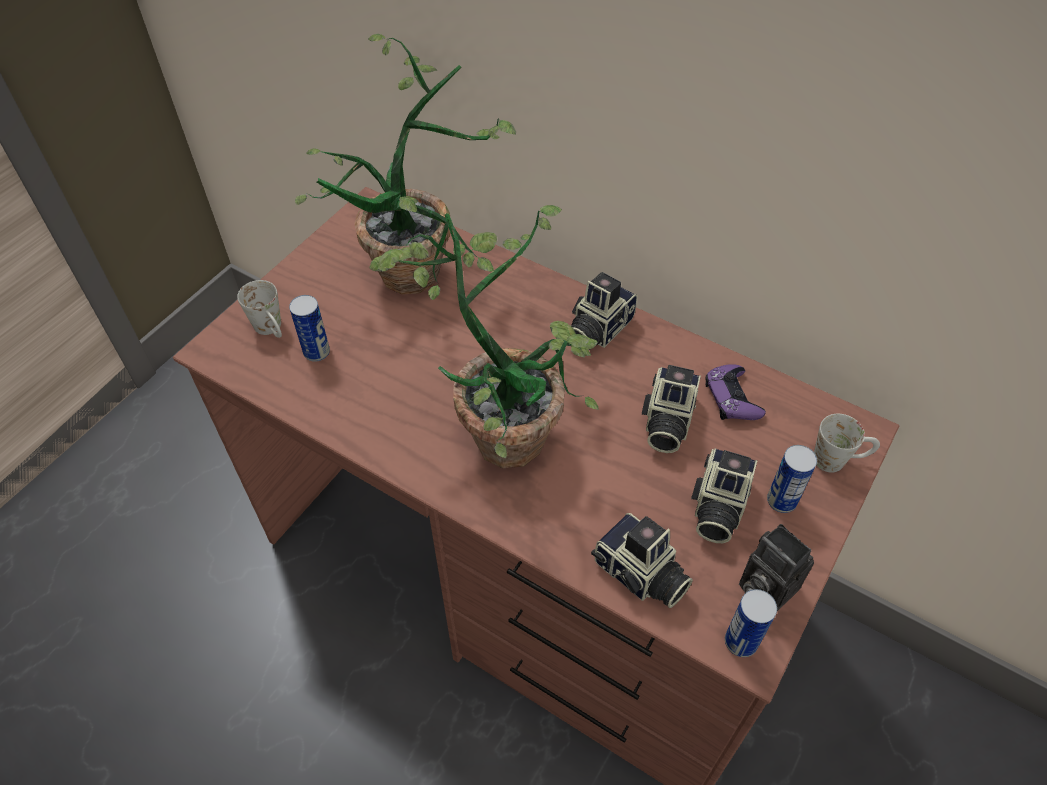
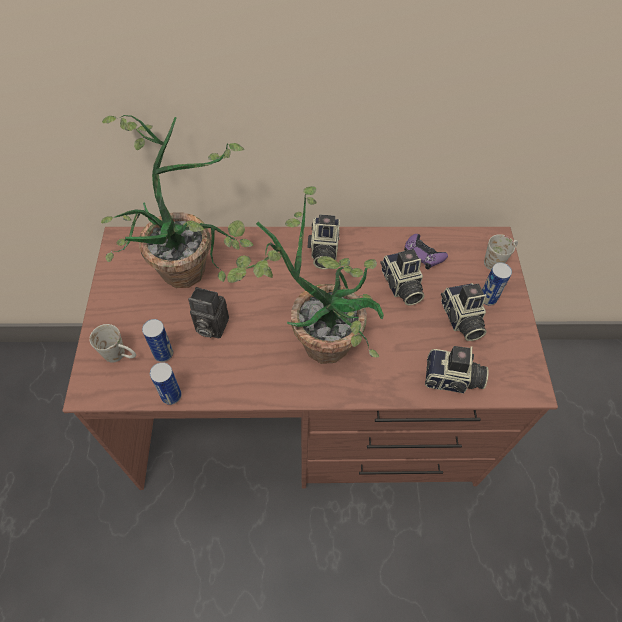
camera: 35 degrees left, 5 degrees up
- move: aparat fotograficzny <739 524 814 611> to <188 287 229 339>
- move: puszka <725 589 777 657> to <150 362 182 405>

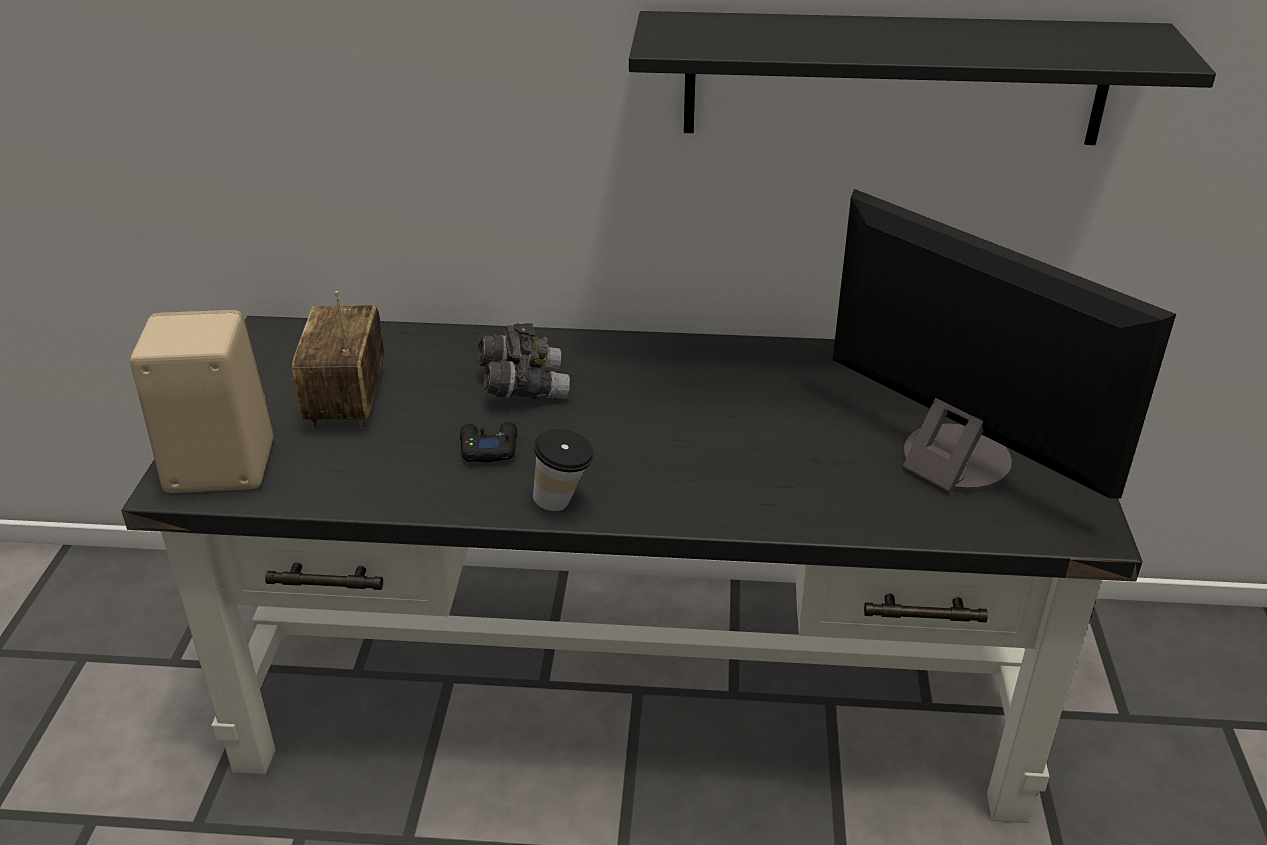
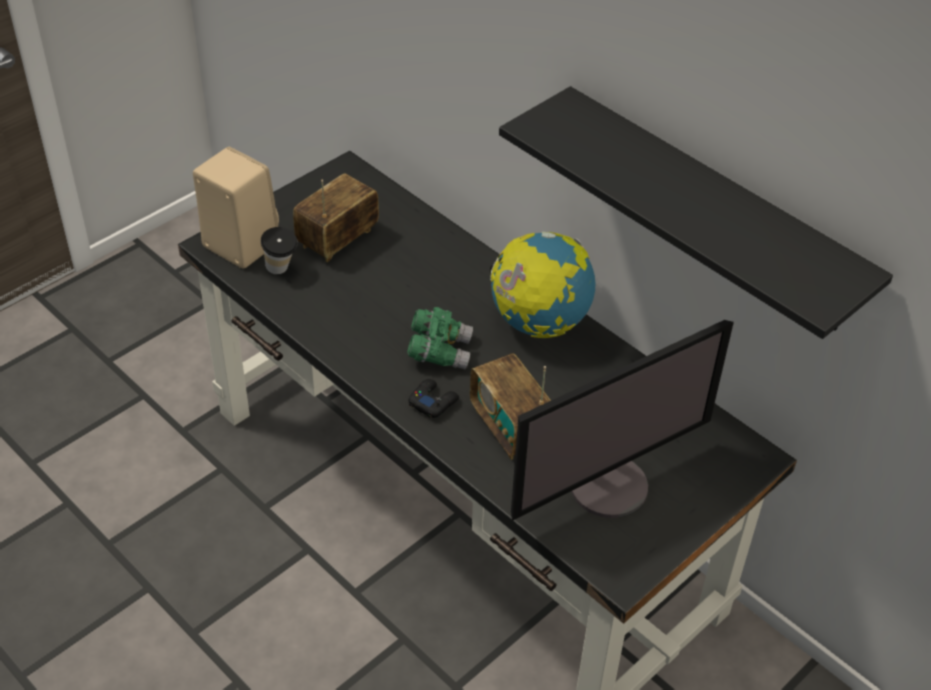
camera: 40 degrees right, 10 degrees up
- rotate: monitor <833 189 1176 499> = <511 320 734 521> 60 degrees clockwise
- delete: lornetka (szary) <477 323 570 399>
- move: pad do gier (czarny) <460 422 517 463> to <409 379 459 418>
- move: filiżanka <533 429 594 511> to <261 227 298 274>
- insert: globus <490 232 595 338>
- insert: lornetka (zielony) <407 307 473 370>
- insert: radio <470 353 551 460>

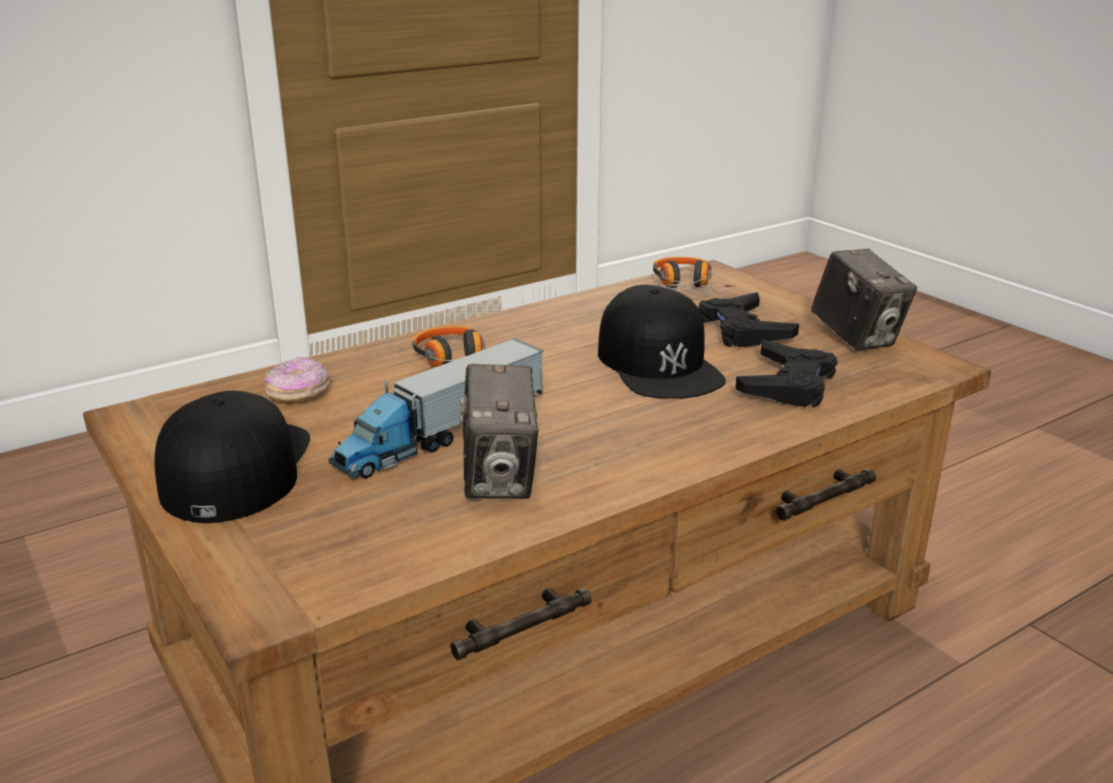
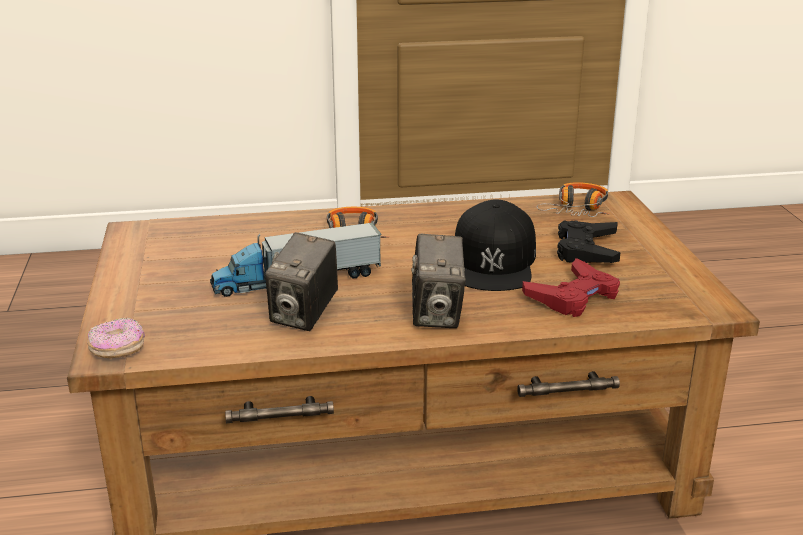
camera: 25 degrees right, 0 degrees up
- move: aparat fotograficzny <811 249 917 350> to <412 234 466 328>
- recolor: pad do gier (czarny) <735 339 838 407> to pad do gier (czerwony) <522 258 620 317>
- move: donut <264 357 329 402> to <87 317 145 358>
- delete: czapka z daszkiem (czarny) <154 391 310 523>

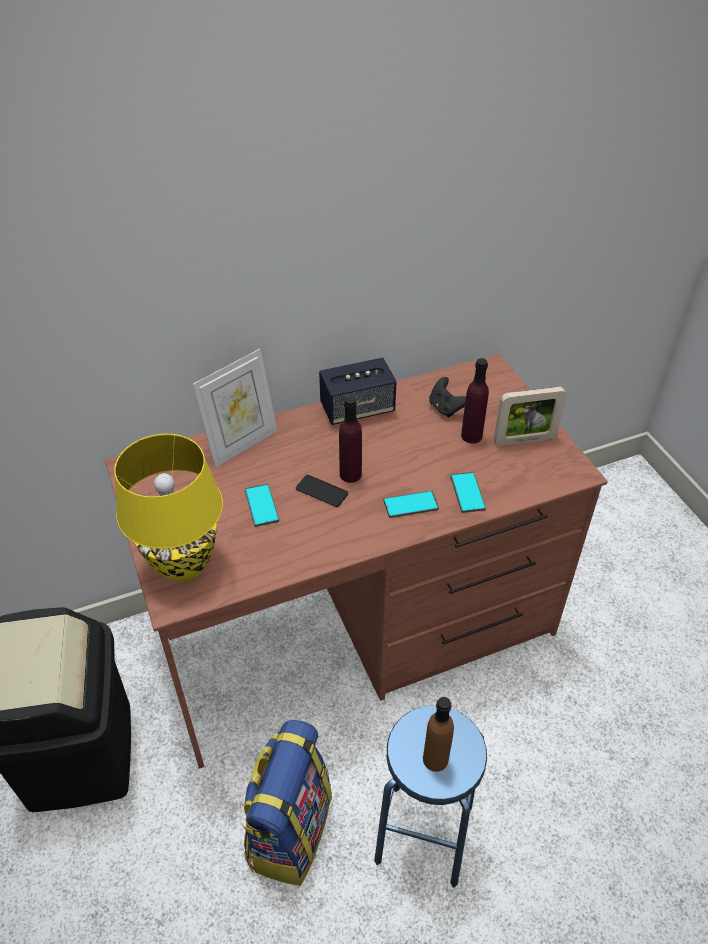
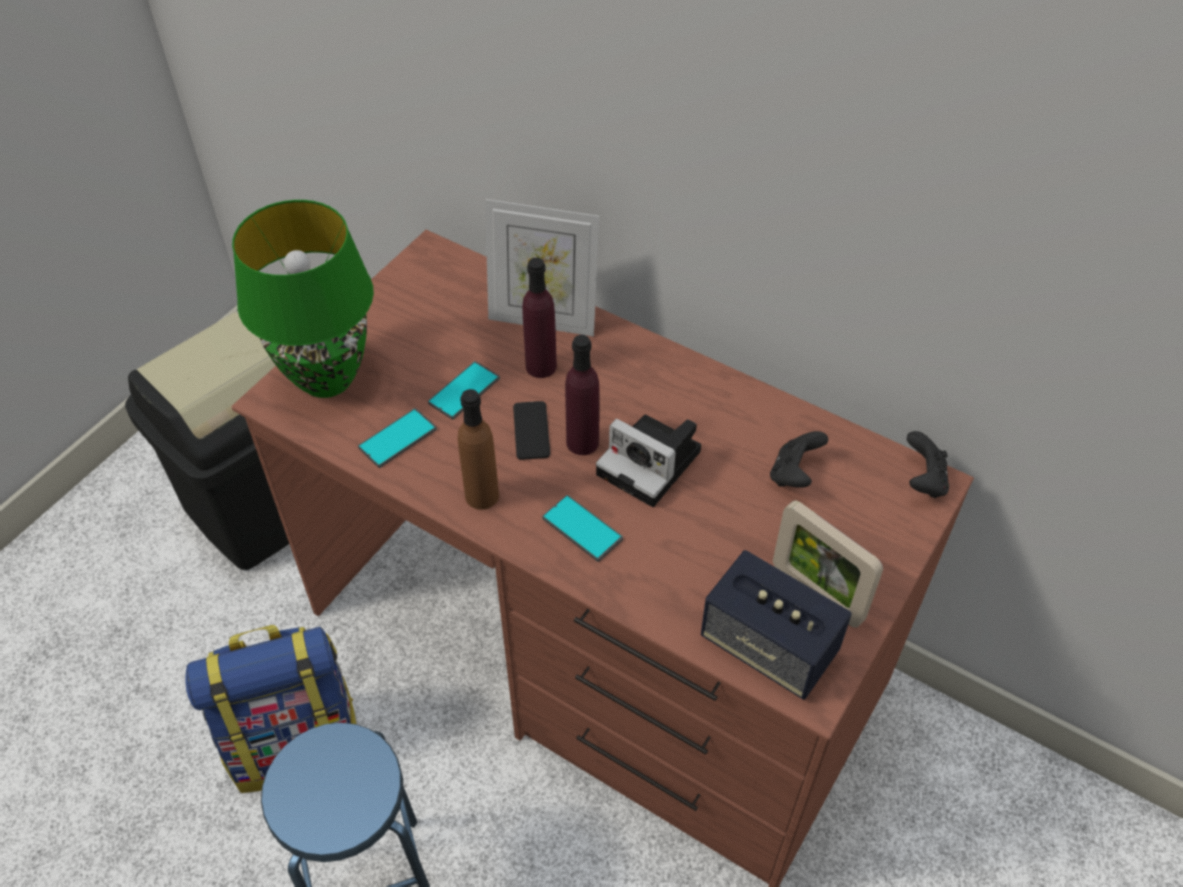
camera: 55 degrees right, 5 degrees up
- move: głośnik <319 358 397 425> to <701 550 852 700>
- move: butelka (fioletowy) <461 358 489 444> to <522 258 557 378>
- recolor: lampa stołowa (żółty) <114 434 223 582> to lampa stołowa (zielony) <232 200 374 398>
- move: telefon <450 472 486 513> to <358 408 437 468>
- move: butelka (brązowy) <423 697 454 772> to <458 389 499 510>
- insert: aparat fotograficzny <596 415 701 507>
- insert: pad do gier (czarny) <907 431 949 498>

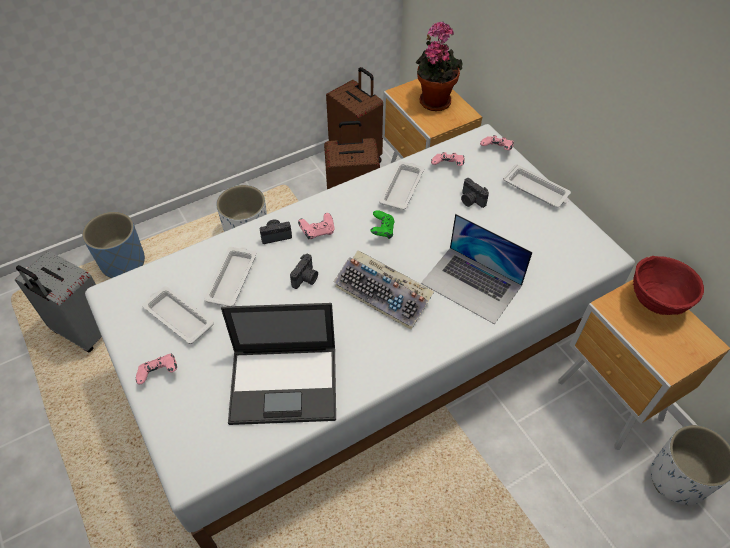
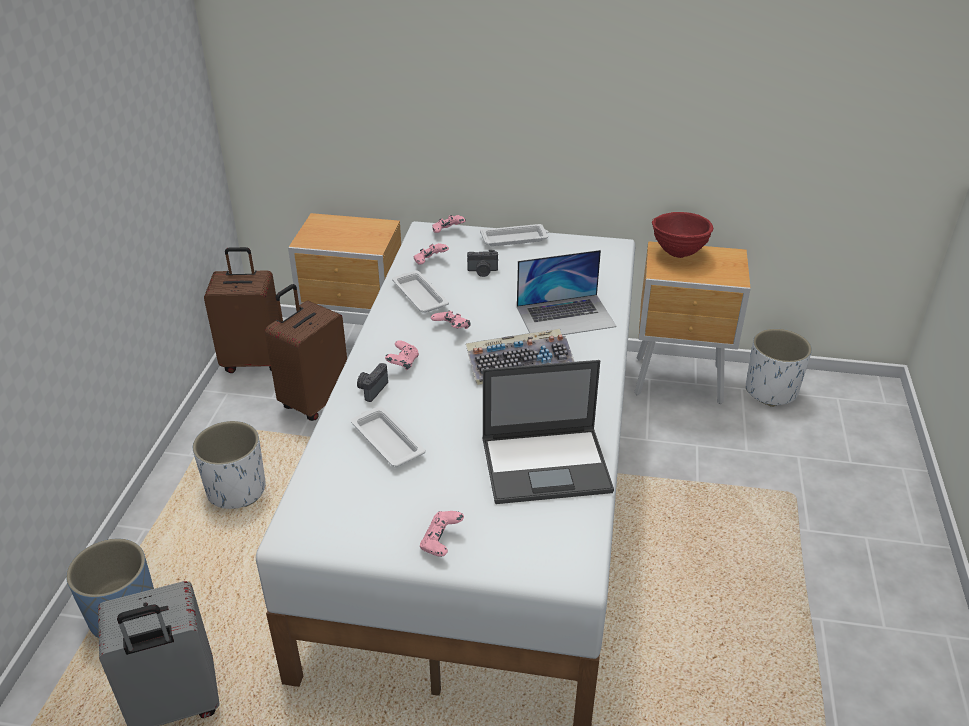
camera: 50 degrees left, 15 degrees down
- delete: roślina doniczkowa <416 22 463 111>
- recolor: pad do gier (zielony) <371 210 395 239> to pad do gier (różowy) <431 310 471 329>
- delete: aparat fotograficzny <290 254 318 289>
- delete: taca (biały) <142 286 214 344>
- rotate: laptop <221 303 336 425> = <483 360 614 504> 45 degrees clockwise

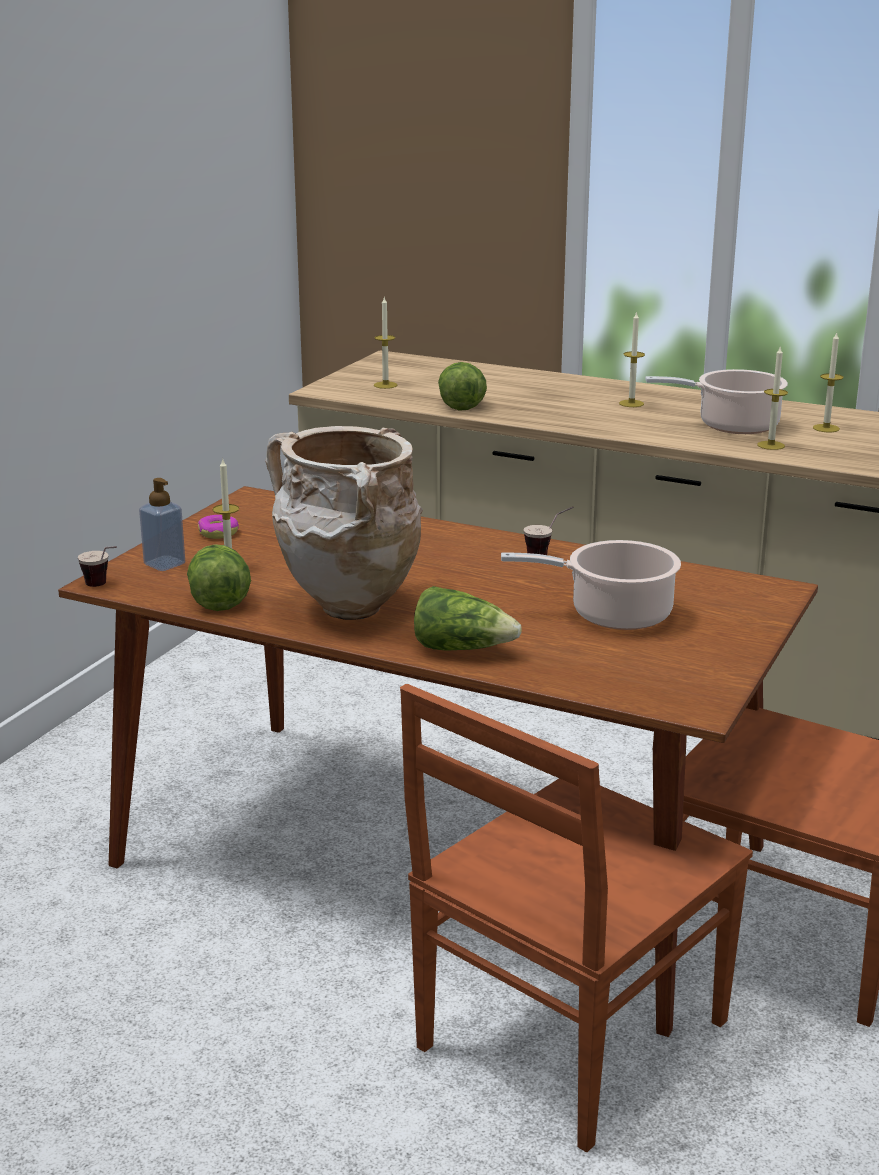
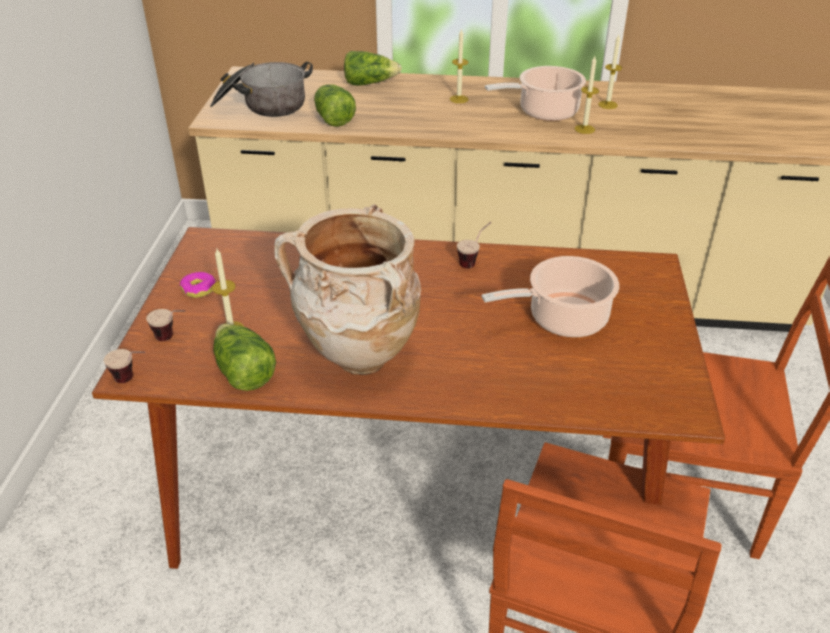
camera: 20 degrees left, 15 degrees up
- replace: świeca <374 297 398 389> to garnek <210 62 313 117>
- replace: dozownik mydła <139 478 185 571> to filiżanka <146 309 186 341>
- move: sałata <414 586 522 651> to <344 51 402 86>

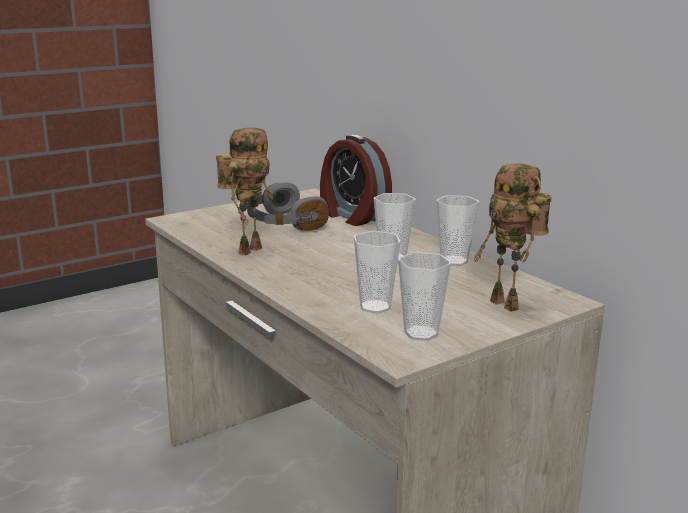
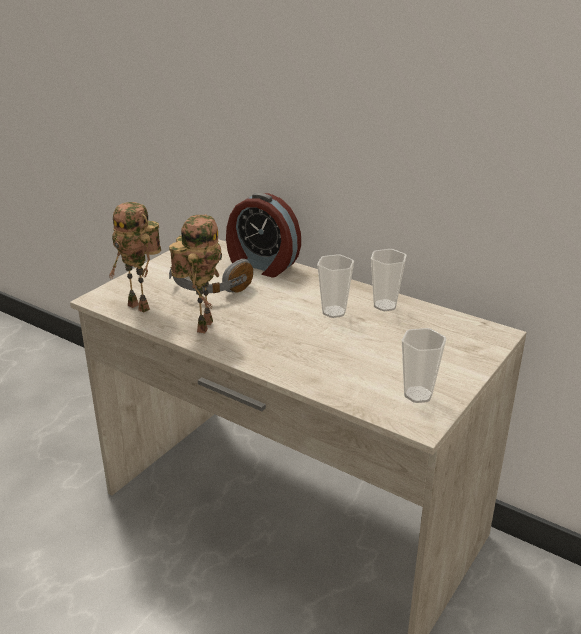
camera: 20 degrees left, 10 degrees up
- move: robot zabawkowy <474 164 552 312> to <109 202 161 312>
- delete: filiżanka <354 231 400 313>

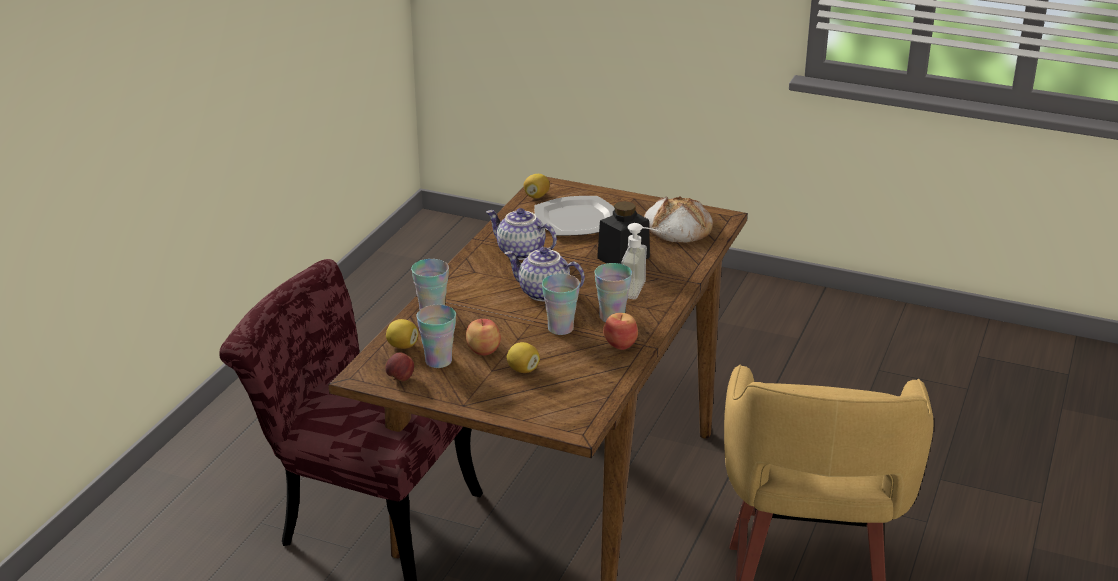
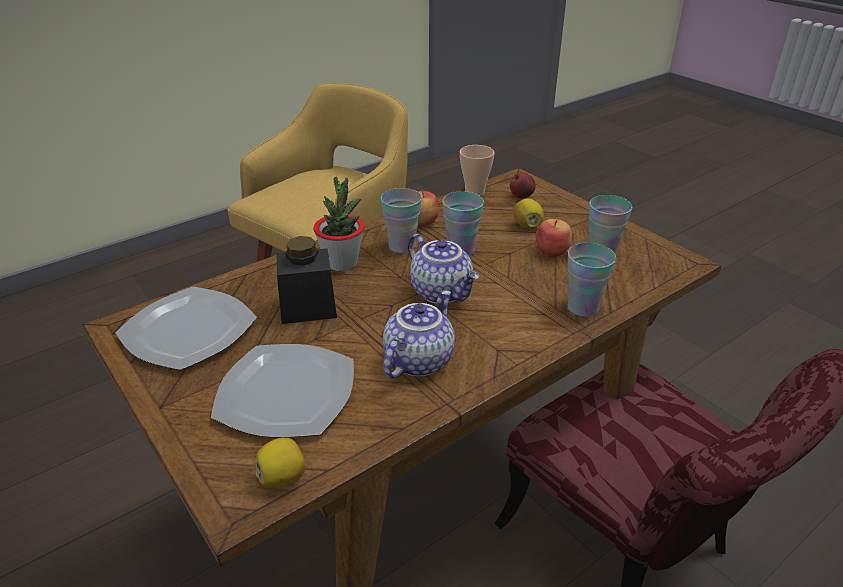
camera: 150 degrees left, 5 degrees up
- replace: chleb <644 196 713 243> to talerz <115 287 257 370>
- rotate: imbryk <486 208 557 260> = <383 290 455 378> 120 degrees counterclockwise
- replace: dozownik mydła <621 223 661 299> to roślina doniczkowa <313 176 364 271>
- delete: cytryna <386 319 418 349>
- move: jabłko <385 352 414 381> to <510 172 536 198>
- insert: filiżanka <460 145 495 196>

